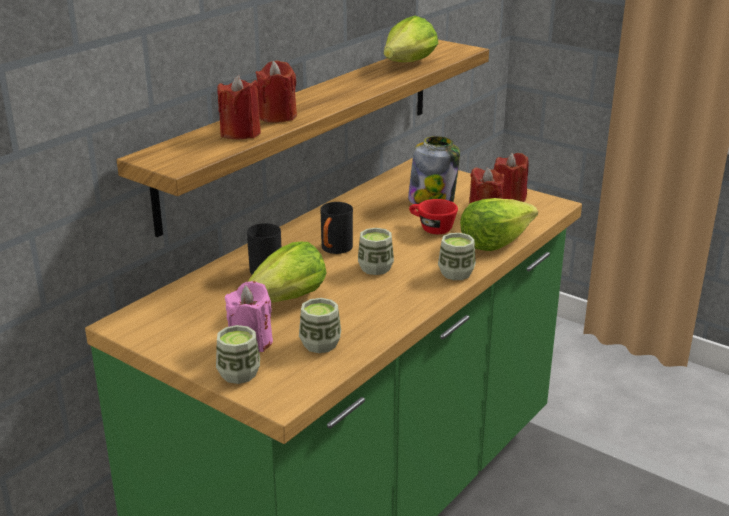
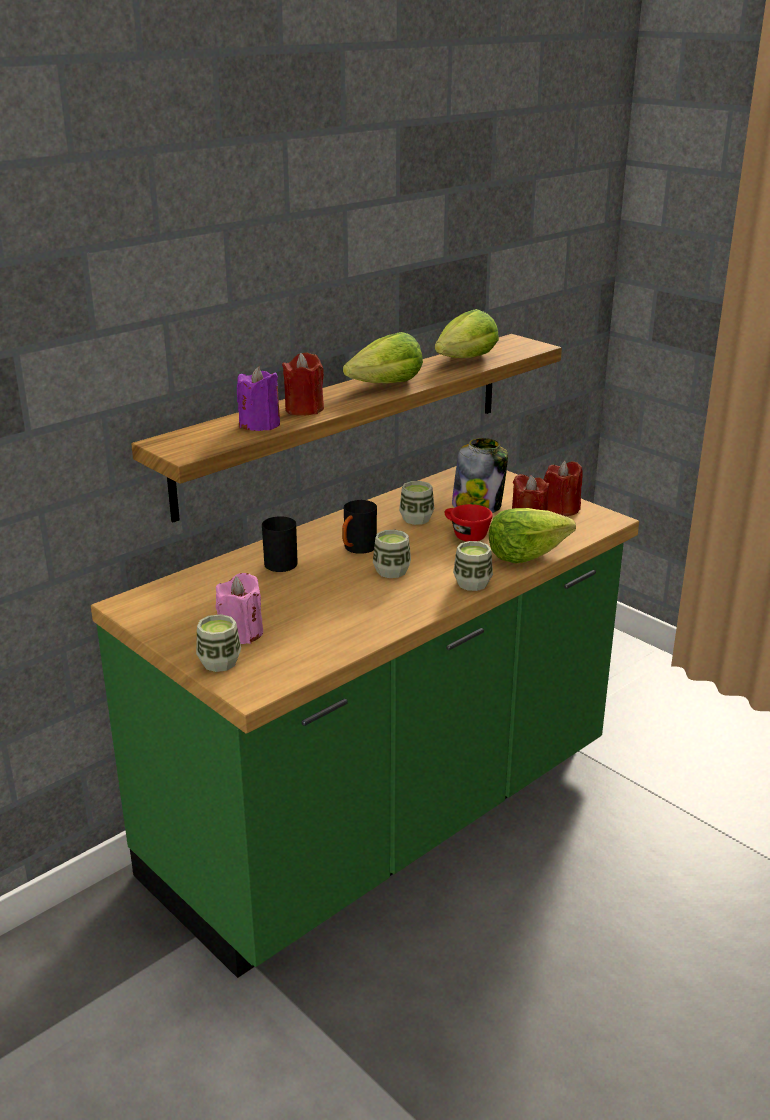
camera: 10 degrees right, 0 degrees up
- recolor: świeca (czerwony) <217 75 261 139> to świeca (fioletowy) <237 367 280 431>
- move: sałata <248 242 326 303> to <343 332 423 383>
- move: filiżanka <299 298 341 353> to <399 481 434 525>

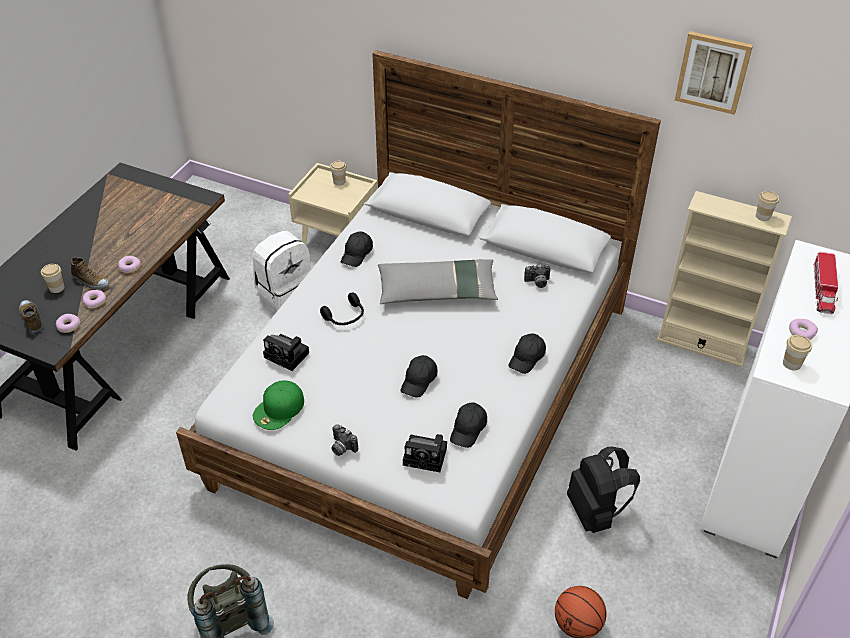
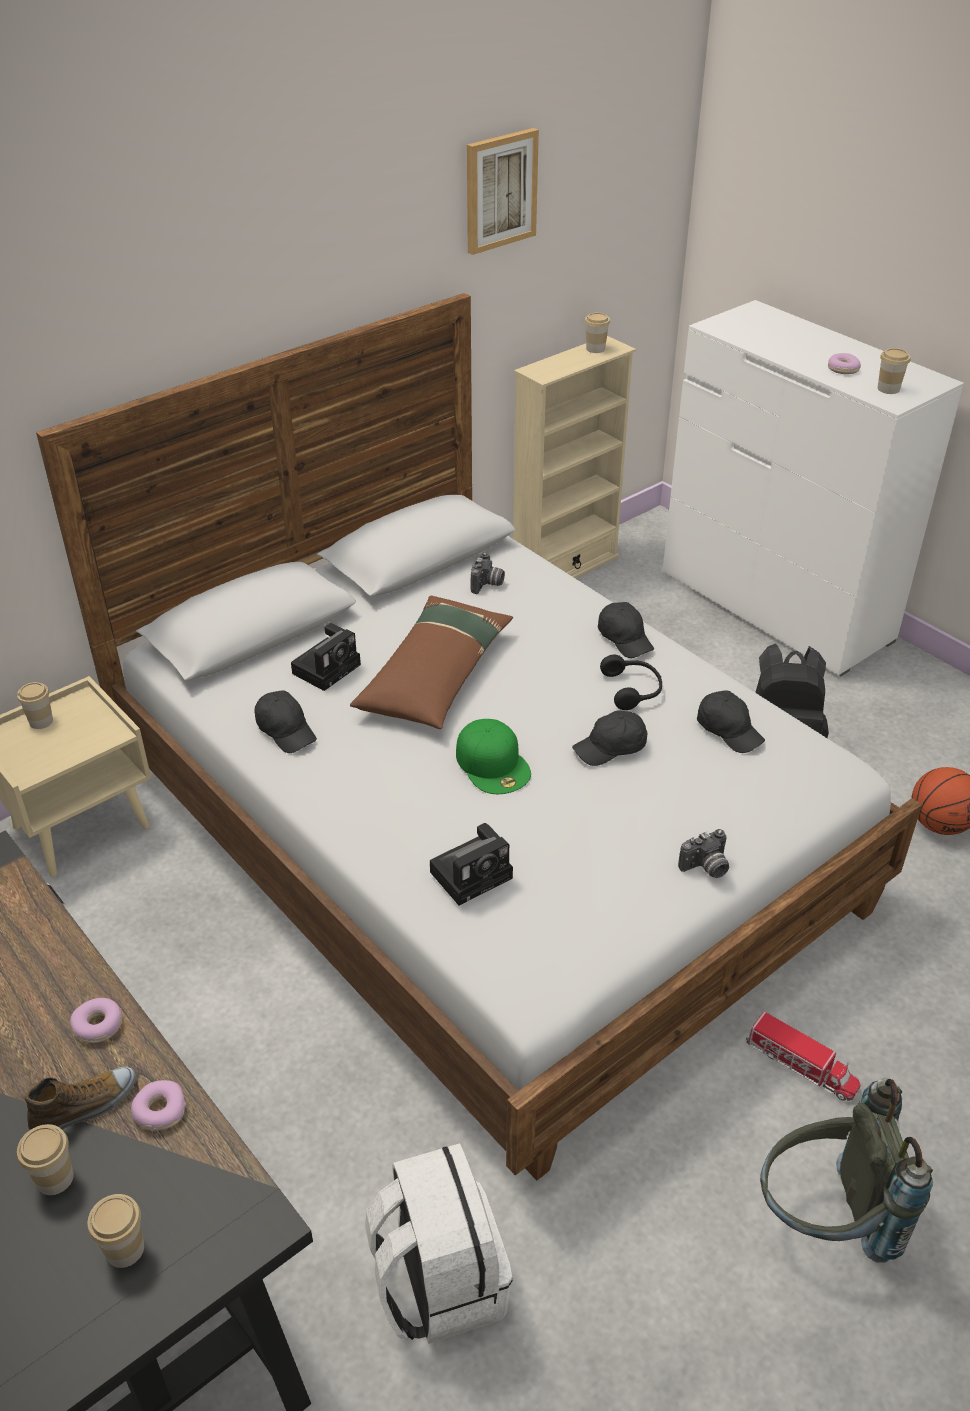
camera: 65 degrees left, 5 degrees down
- move: plecak (biały) <252 231 311 312> to <365 1143 513 1344>
- move: ciężarówka zabawkowa <813 252 838 314> to <746 1012 861 1101>
- recolor: poduszka (szary) <378 259 498 304> to poduszka (brązowy) <350 596 513 729>
- move: słuchawki (czarny) <320 292 364 325> to <600 655 662 710>
- replace: but <19 300 43 333> to filiżanka <88 1194 144 1268>
- delete: donut <56 314 80 333>
- rotate: czapka z daszkiem (czarny) <401 355 437 398> = <572 710 648 766> 105 degrees clockwise
- move: czapka z daszkiem (zielony) <253 381 304 430> to <456 719 531 794>
- move: aparat fotograficzny <403 434 447 472> to <291 623 361 691>

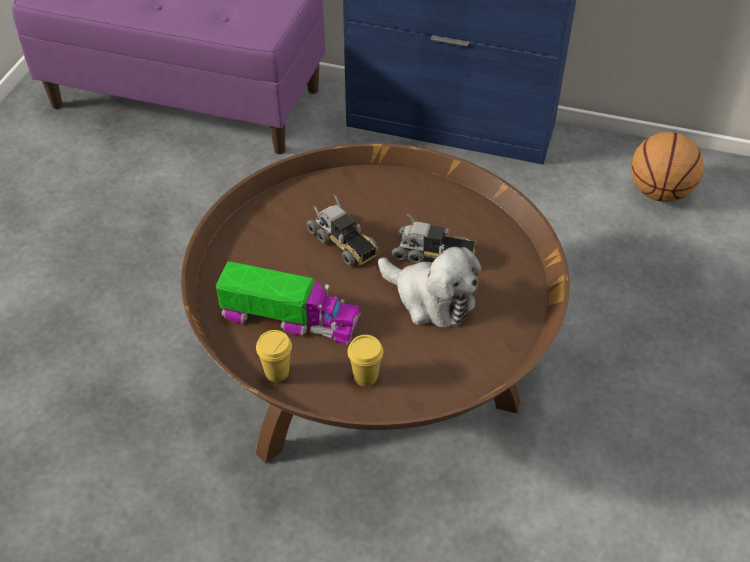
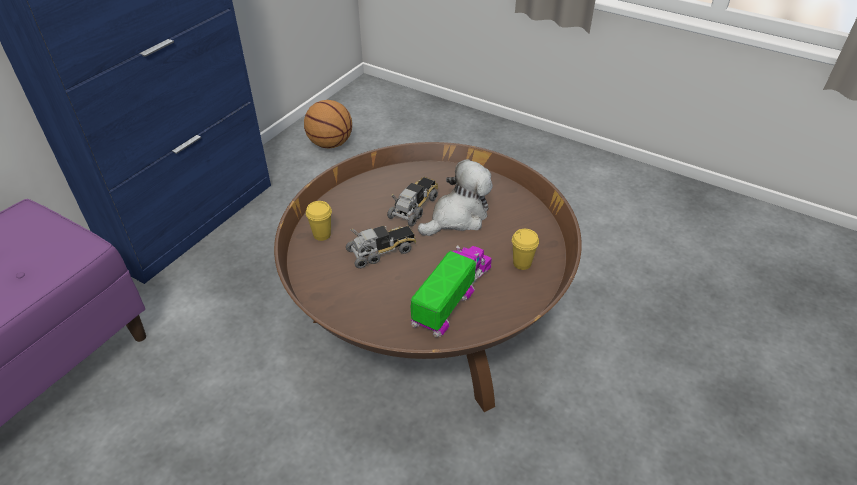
camera: 75 degrees left, 5 degrees down
- move: filiżanka (żółty) <256 330 292 382> to <306 201 332 241>

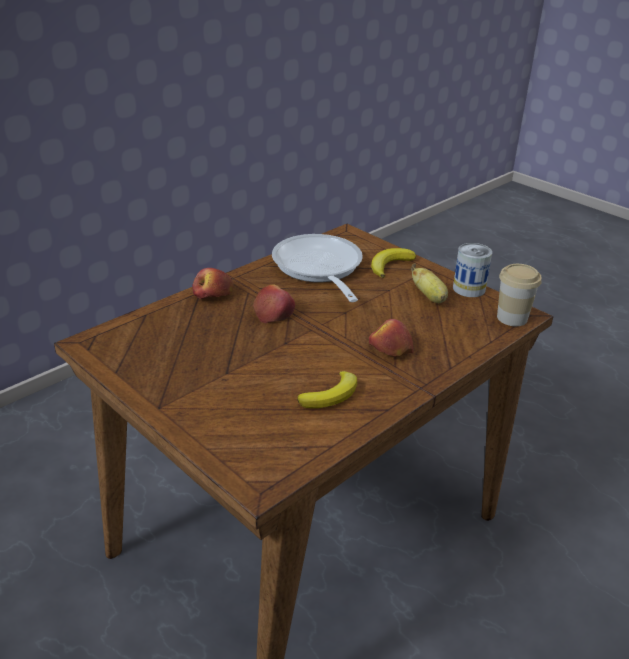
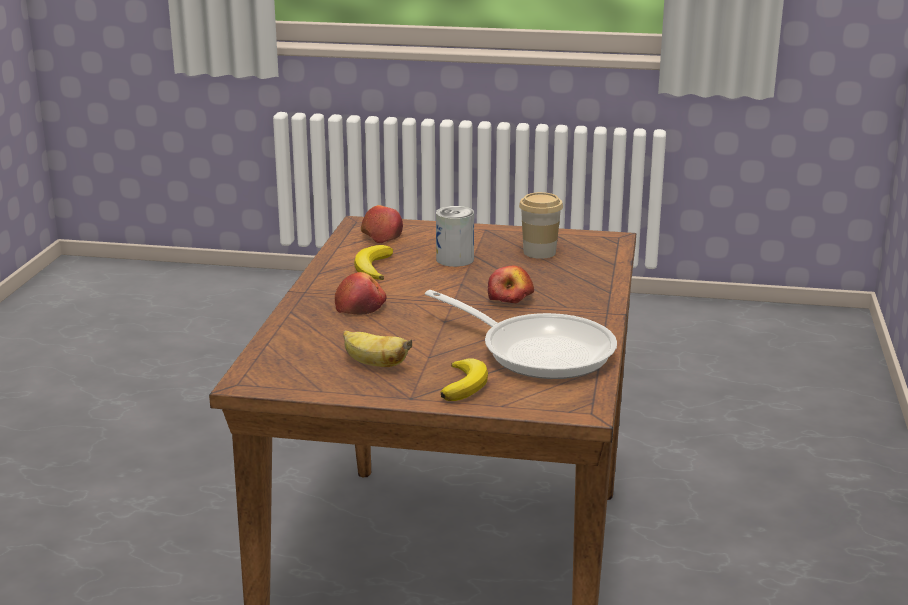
camera: 145 degrees right, 10 degrees down
- move: puszka <453 243 492 297> to <436 206 474 267>
- move: filiżanka <497 264 542 326> to <519 192 563 259>
- move: jabłko <193 268 234 299> to <361 205 403 243>

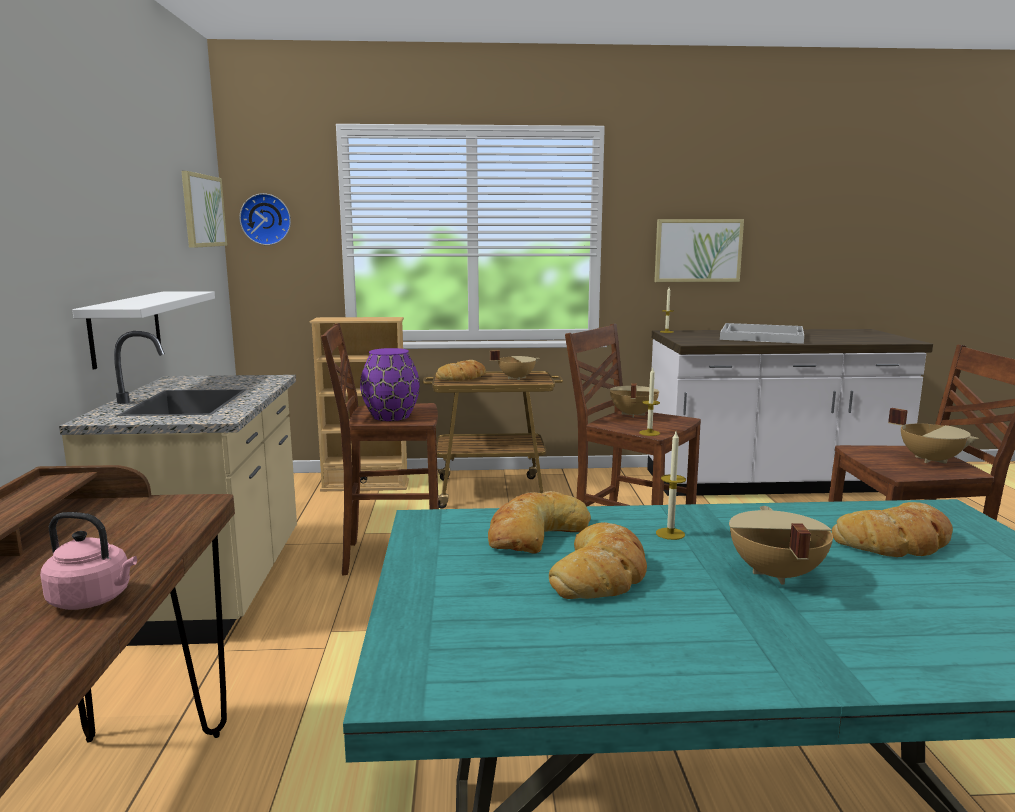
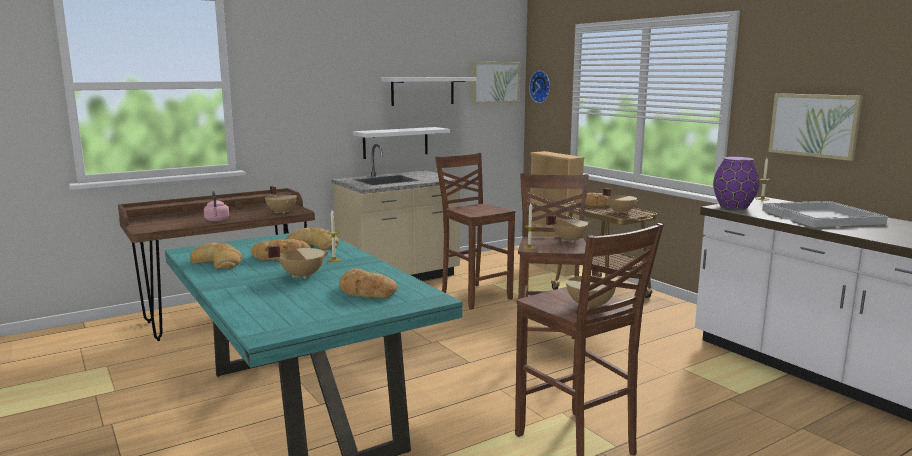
camera: 60 degrees right, 0 degrees up
- move: wazon (fioletowy) <360 348 420 421> to <713 157 760 209>
- insert: półka (biały) <382 77 477 106>
- insert: garnek (beżowy) <265 186 297 214>
- insert: chleb <190 243 242 269>

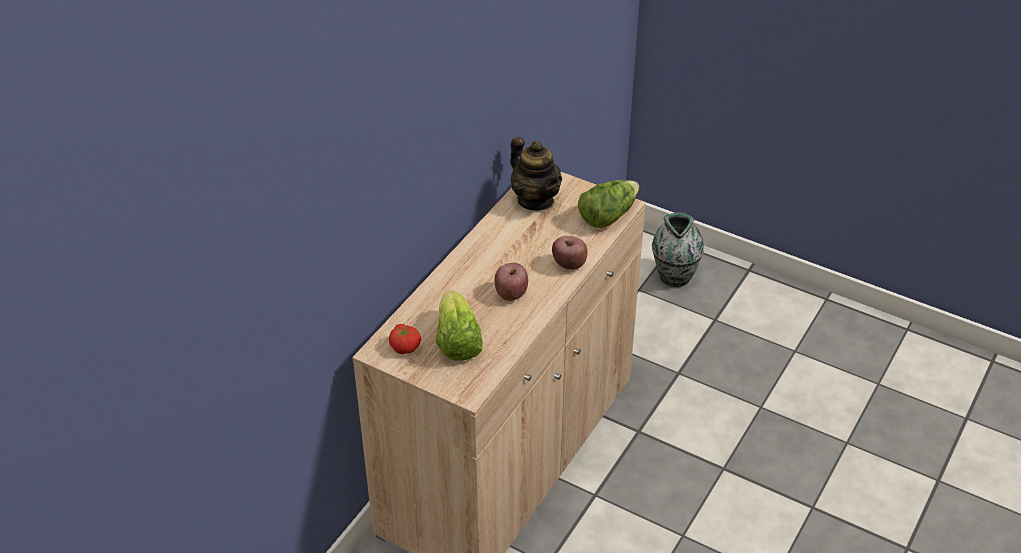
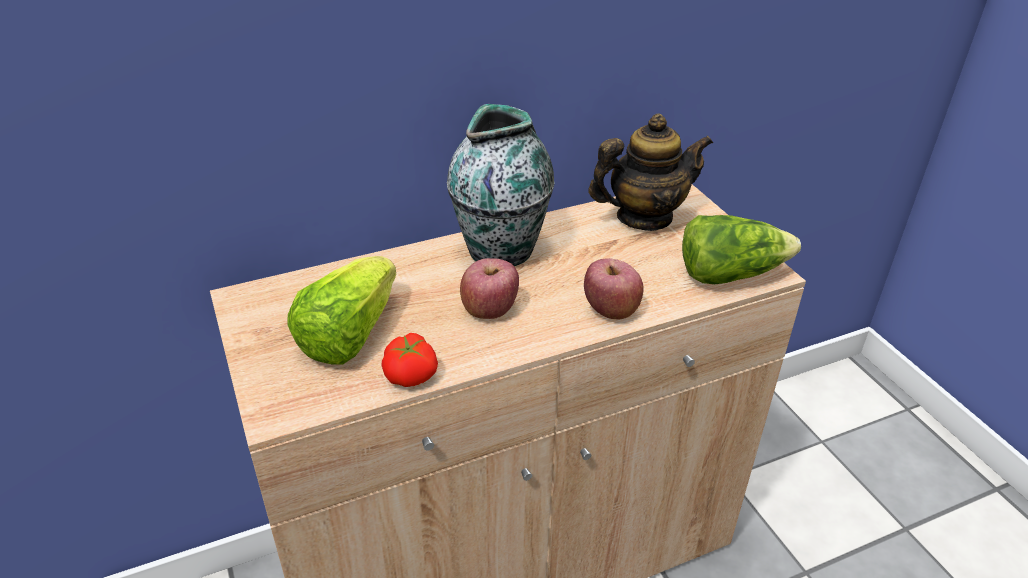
camera: 35 degrees right, 5 degrees down
- rotate: imbryk <510 137 562 211> = <588 113 713 231> 105 degrees counterclockwise
- move: wazon <652 213 704 287> to <447 104 555 266>
- move: pomidor <389 324 421 355> to <382 333 438 387>

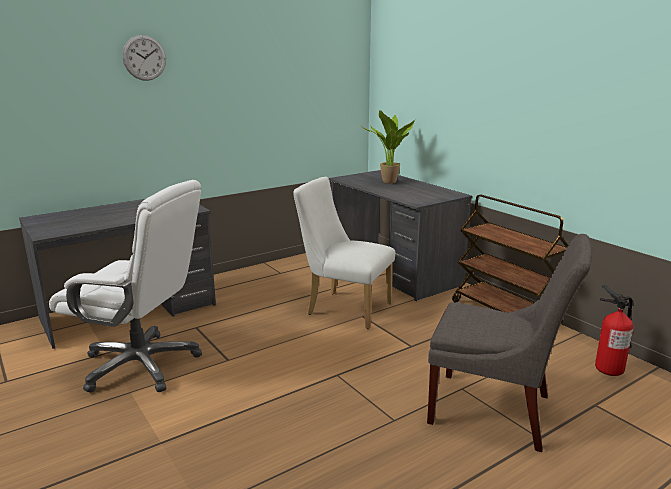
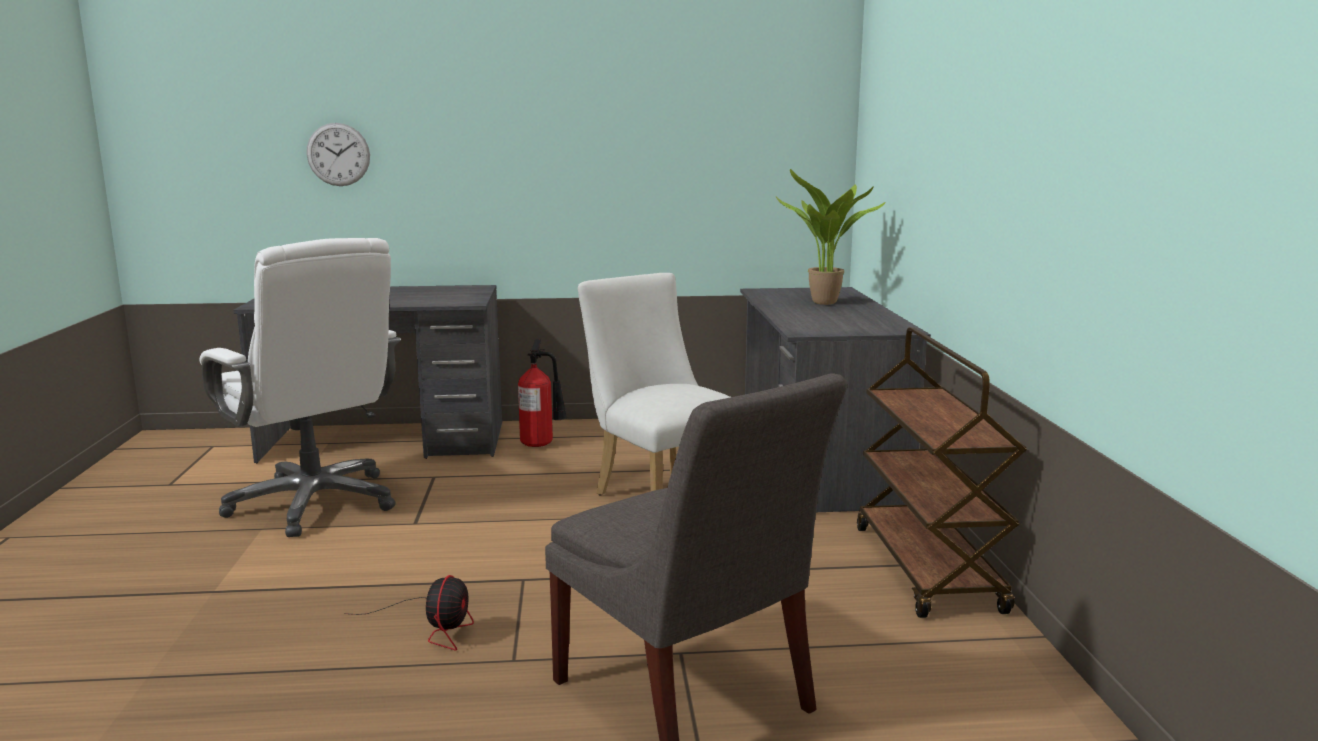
camera: 30 degrees right, 5 degrees down
- move: zegar ścienny <122 35 166 81> to <306 123 370 186>
- move: gaśnica <595 285 633 376> to <518 339 567 447>
- insert: wentylator <344 575 474 651>

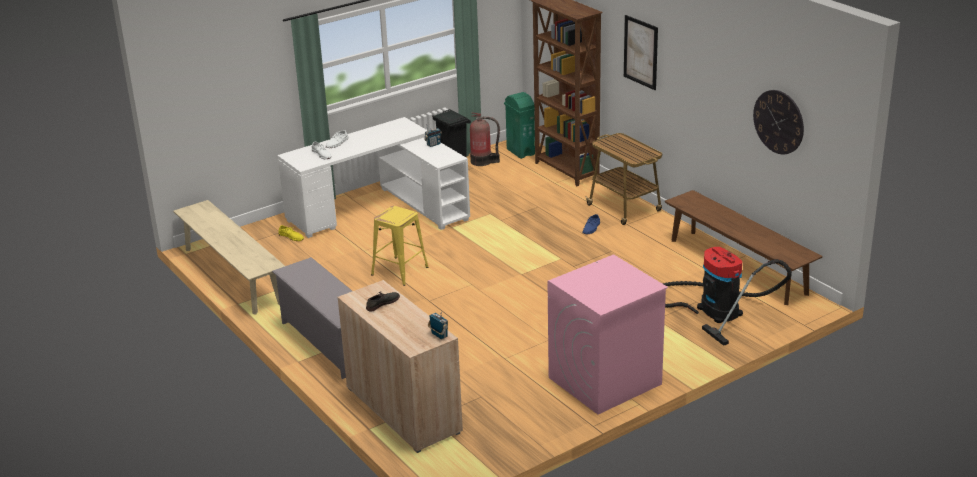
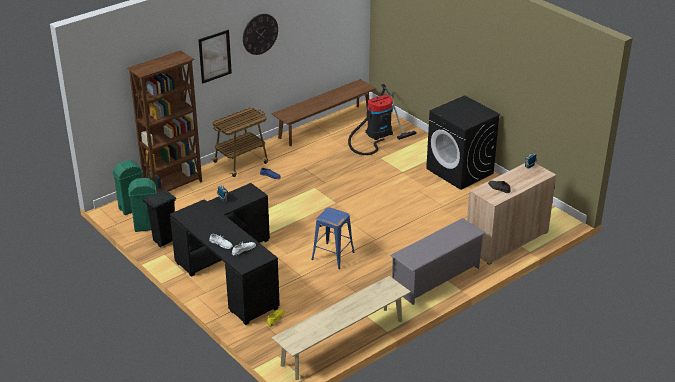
camera: 95 degrees left, 5 degrees up
- move: zegar ścienny <753 90 804 154> to <243 14 278 55>
- replace: gaśnica <470 113 500 166> to kosz na śmieci (zielony) <128 178 157 232>
- recolor: biurko (biały) <277 117 470 238> to biurko (czarny) <170 183 280 325>
- recolor: stołek (żółty) <371 206 429 286> to stołek (niebieski) <312 207 355 269>
- recolor: pralka (różowy) <547 254 668 415> to pralka (czarny) <426 95 500 190>

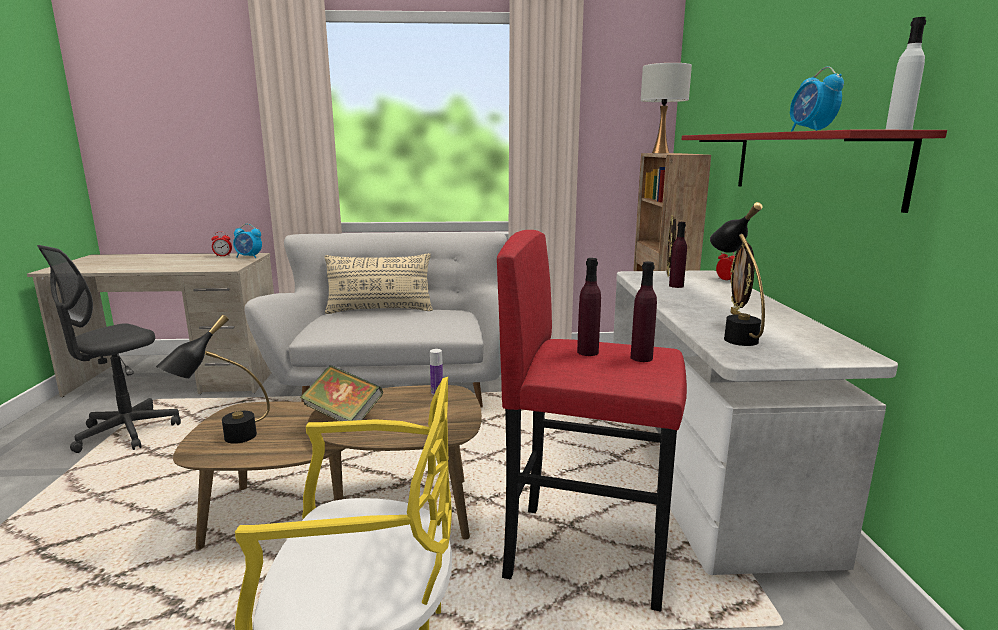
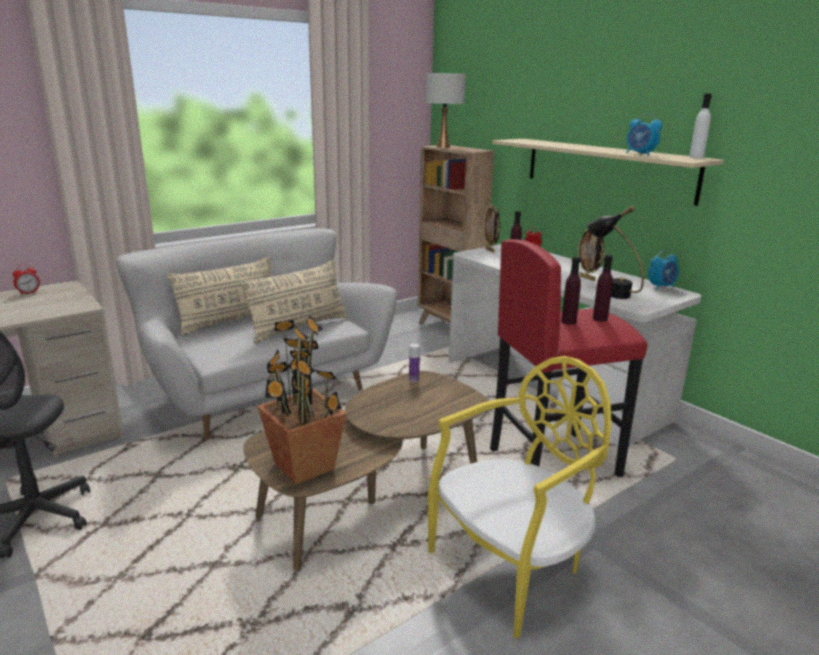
camera: 35 degrees left, 5 degrees up
- recolor: półka (czerwony) <682 130 947 213> to półka (beżowy) <492 139 724 206>
- move: budzik <233 224 262 258> to <648 250 679 290>
- replace: lampa stołowa (czarny) <156 315 270 444> to roślina doniczkowa <257 315 347 485>
- delete: książka <300 365 383 421>
- insert: poduszka (beżowy) <240 260 348 344>

